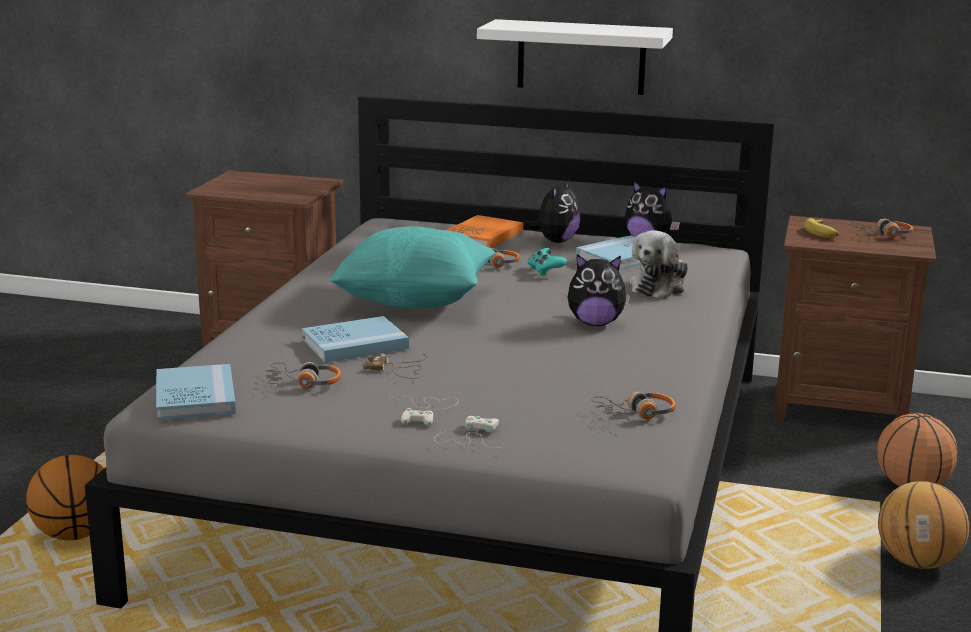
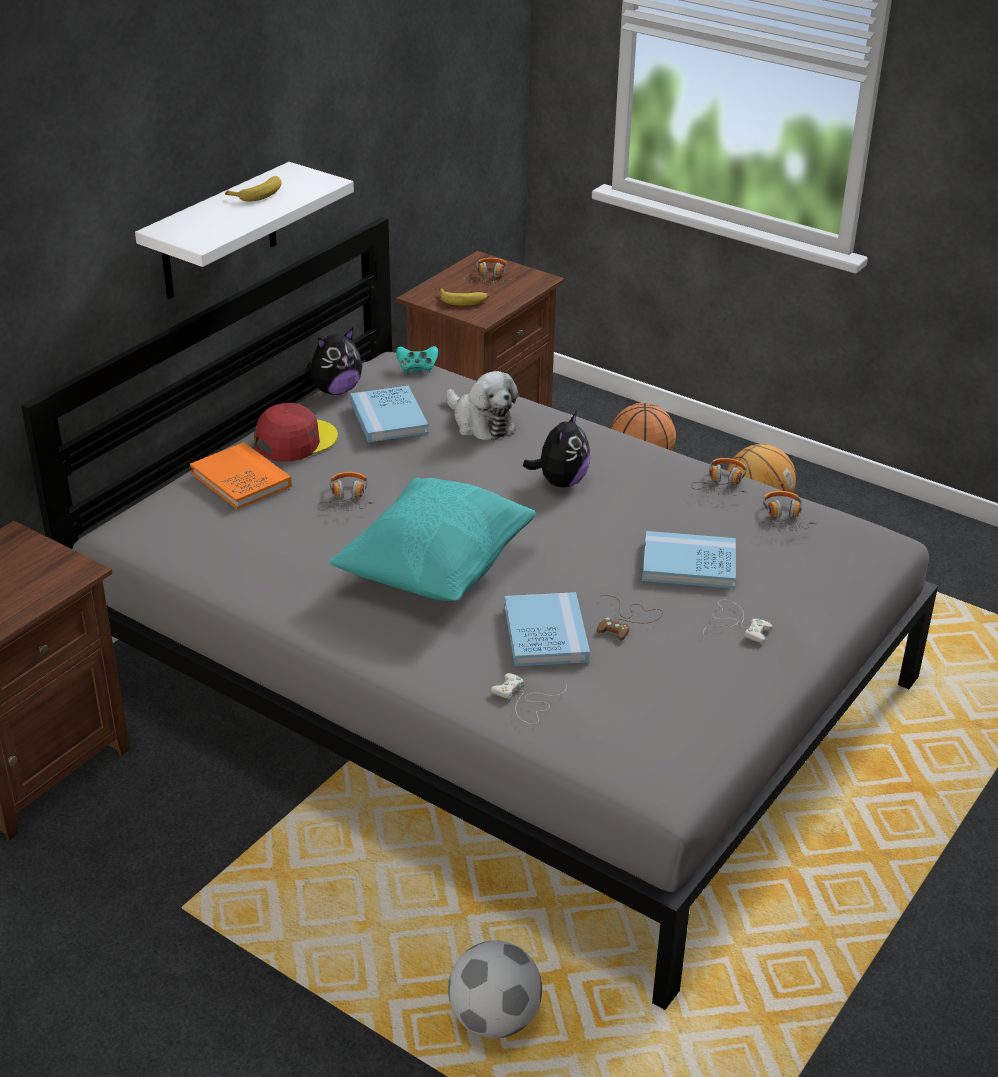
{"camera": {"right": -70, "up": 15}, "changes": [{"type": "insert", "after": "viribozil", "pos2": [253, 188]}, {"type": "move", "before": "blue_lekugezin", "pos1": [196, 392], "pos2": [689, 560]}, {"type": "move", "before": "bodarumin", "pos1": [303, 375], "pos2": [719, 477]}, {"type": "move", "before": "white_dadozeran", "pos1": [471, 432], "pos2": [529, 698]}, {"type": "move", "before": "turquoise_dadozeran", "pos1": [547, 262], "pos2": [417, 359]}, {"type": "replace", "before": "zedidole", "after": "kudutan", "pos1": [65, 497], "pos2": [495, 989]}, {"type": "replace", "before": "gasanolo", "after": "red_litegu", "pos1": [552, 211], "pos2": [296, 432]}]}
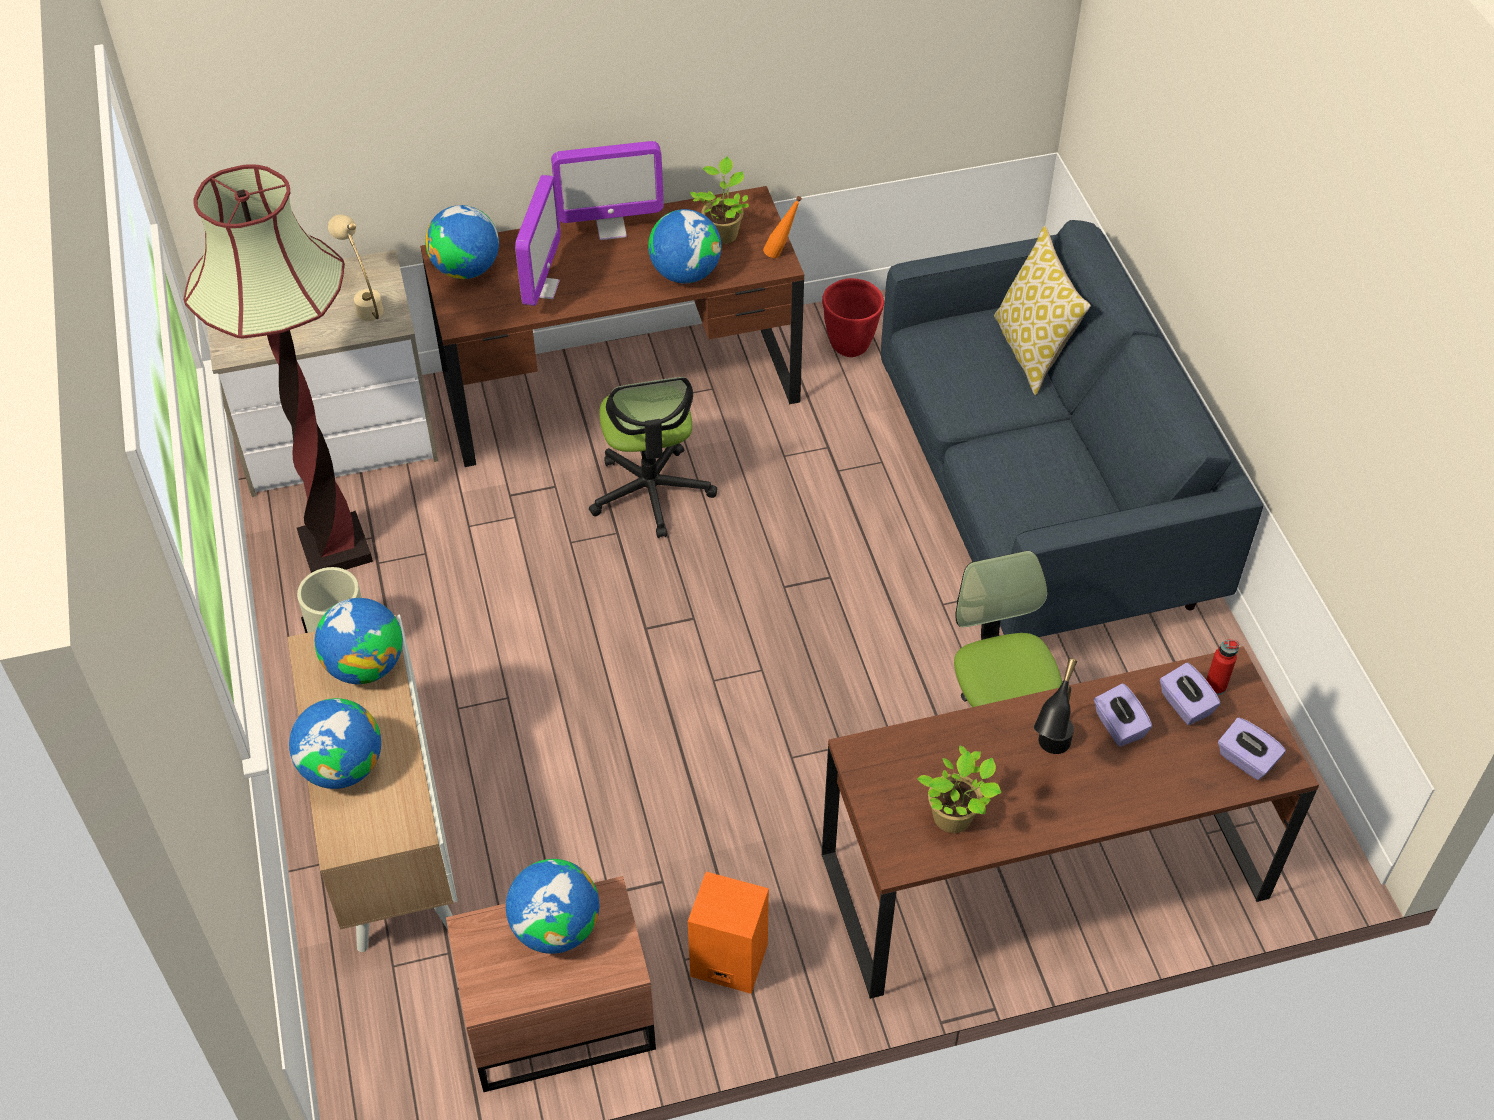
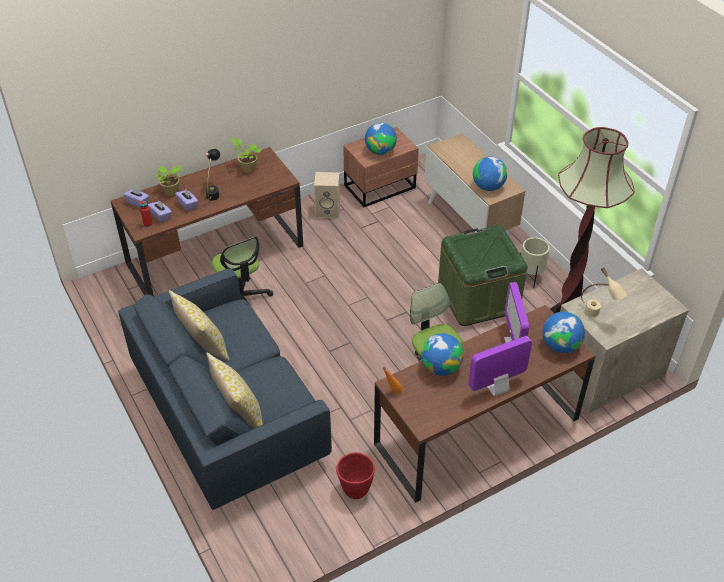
{"camera": {"right": 165, "up": -5}, "changes": [{"type": "delete", "before": "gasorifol", "pos1": [335, 743]}, {"type": "insert", "after": "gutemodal", "pos2": [199, 325]}, {"type": "insert", "after": "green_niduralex", "pos2": [483, 275]}, {"type": "move", "before": "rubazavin", "pos1": [719, 200], "pos2": [169, 180]}, {"type": "recolor", "before": "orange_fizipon", "after": "beige_fizipon", "pos1": [728, 933], "pos2": [327, 195]}]}
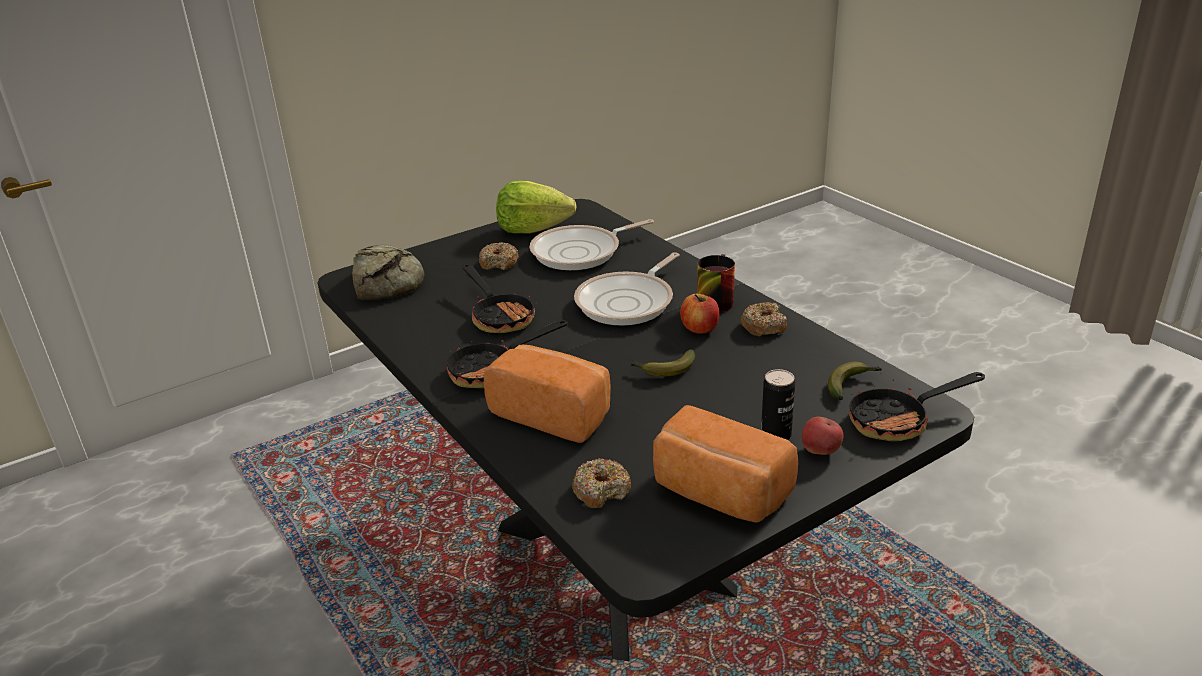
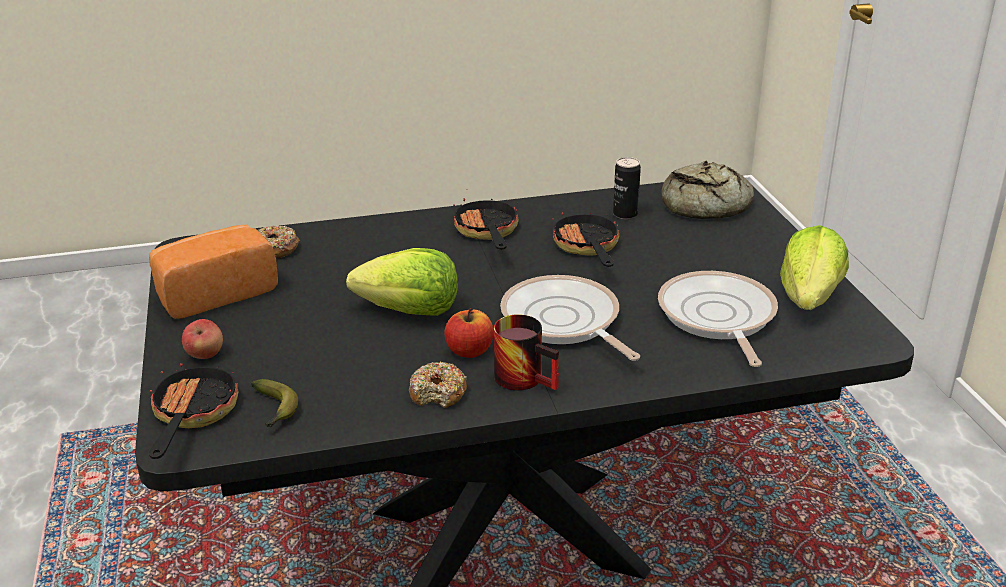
{"camera": {"right": 110, "up": 0}, "changes": [{"type": "delete", "before": "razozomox", "pos1": [498, 256]}, {"type": "delete", "before": "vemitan", "pos1": [547, 394]}, {"type": "move", "before": "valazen", "pos1": [778, 404], "pos2": [627, 188]}, {"type": "replace", "before": "viribozil", "after": "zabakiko", "pos1": [663, 362], "pos2": [402, 282]}, {"type": "rotate", "before": "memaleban", "pos1": [500, 298], "pos2": [585, 235], "turn": 90}]}
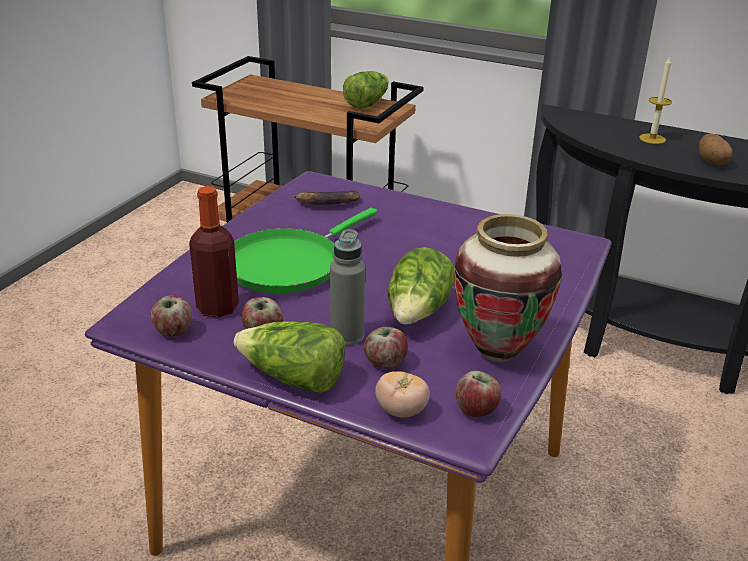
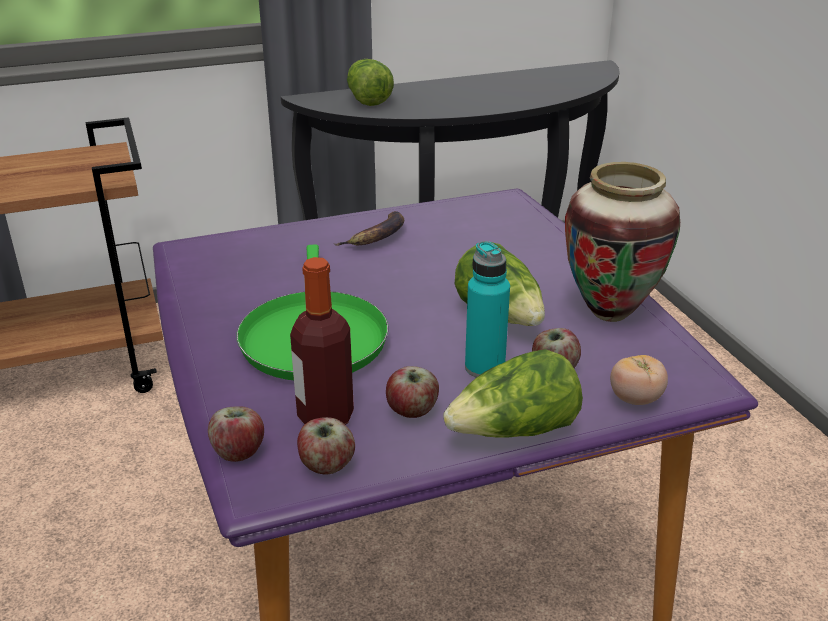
{"camera": {"right": -45, "up": 0}, "changes": [{"type": "delete", "before": "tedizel", "pos1": [655, 100]}, {"type": "delete", "before": "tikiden", "pos1": [716, 149]}, {"type": "move", "before": "viribozil", "pos1": [326, 197], "pos2": [369, 228]}, {"type": "move", "before": "zabakiko", "pos1": [366, 90], "pos2": [370, 82]}, {"type": "move", "before": "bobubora", "pos1": [478, 393], "pos2": [236, 434]}, {"type": "recolor", "before": "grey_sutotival", "after": "turquoise_sutotival", "pos1": [347, 287], "pos2": [487, 309]}]}
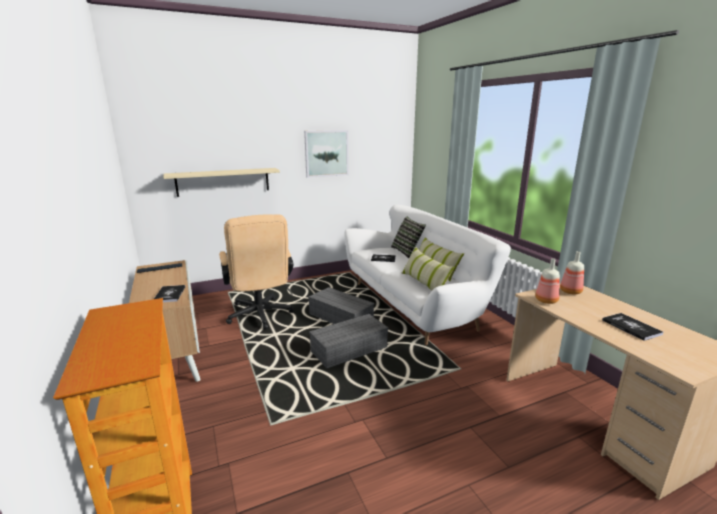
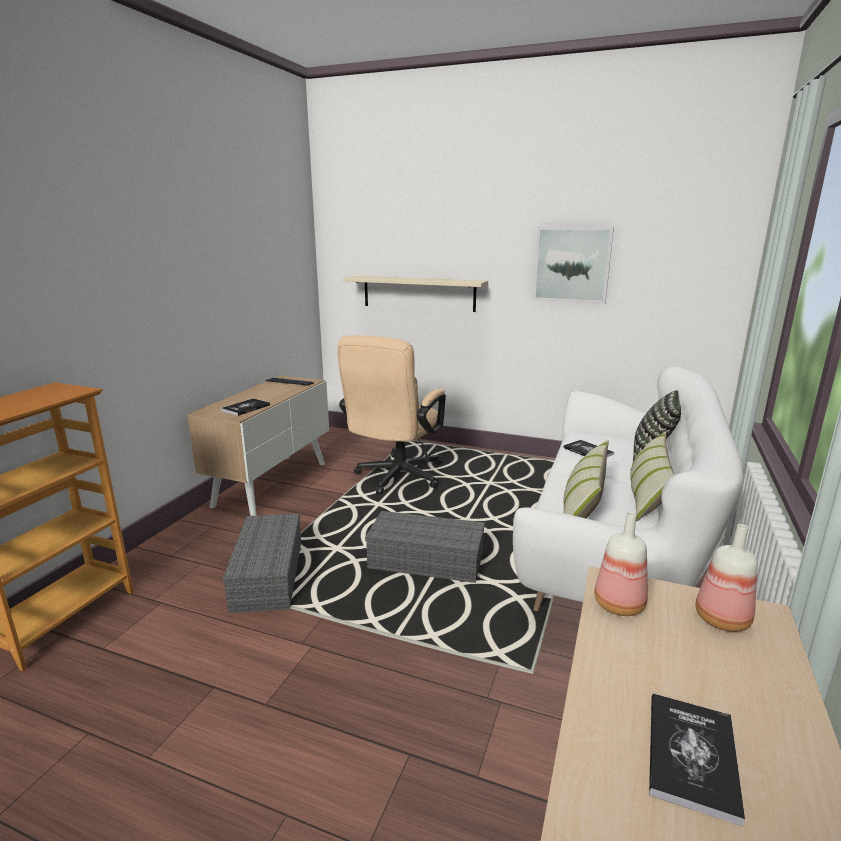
{"camera": {"right": 45, "up": 0}, "changes": [{"type": "move", "before": "grey_niduralex", "pos1": [341, 305], "pos2": [262, 563]}]}
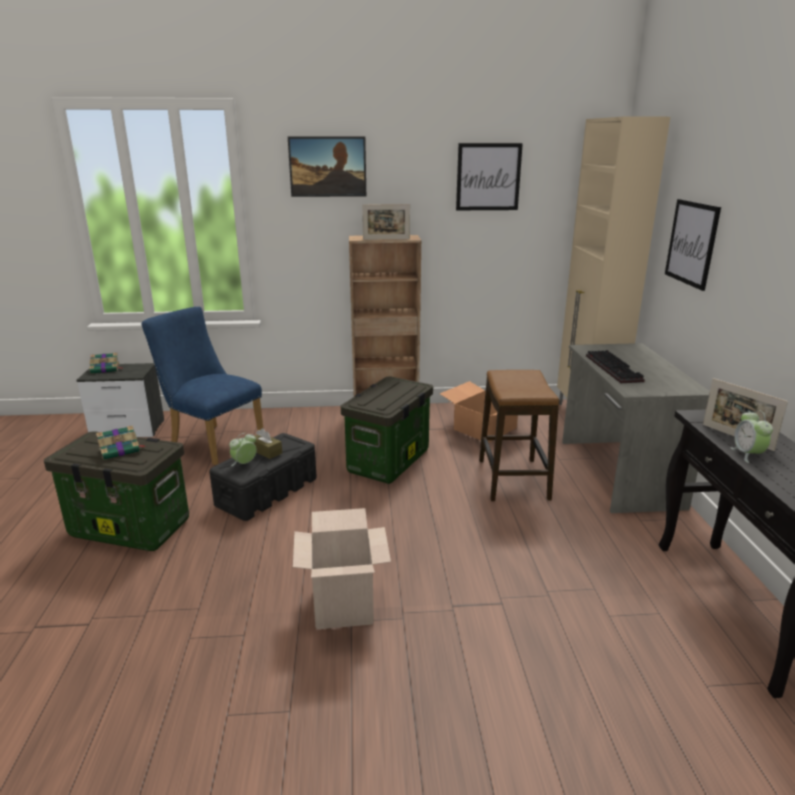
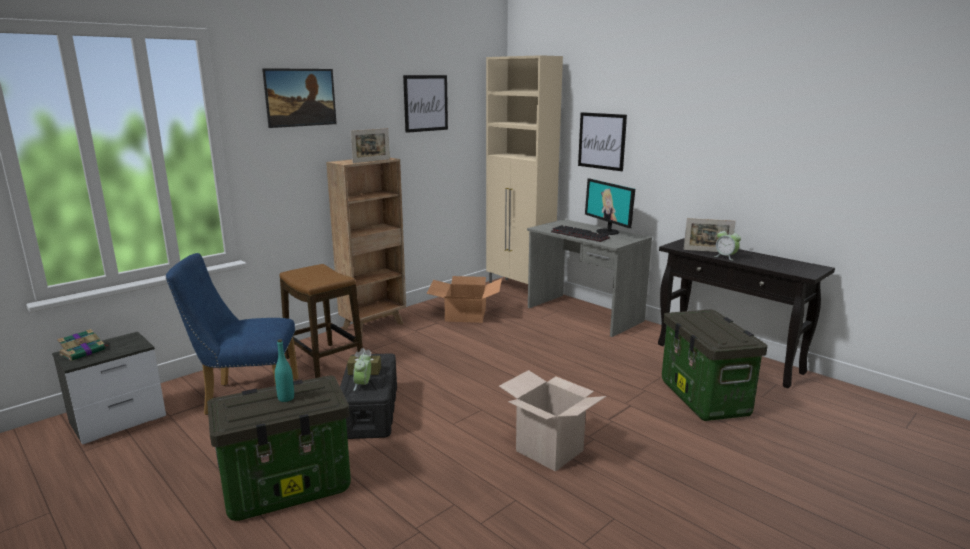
{"camera": {"right": -40, "up": -5}, "changes": [{"type": "insert", "after": "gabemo", "pos2": [610, 206]}, {"type": "move", "before": "niduralex", "pos1": [387, 430], "pos2": [715, 365]}, {"type": "move", "before": "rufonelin", "pos1": [519, 435], "pos2": [321, 321]}, {"type": "replace", "before": "lekugezin", "after": "turquoise_sutotival", "pos1": [121, 442], "pos2": [284, 370]}]}
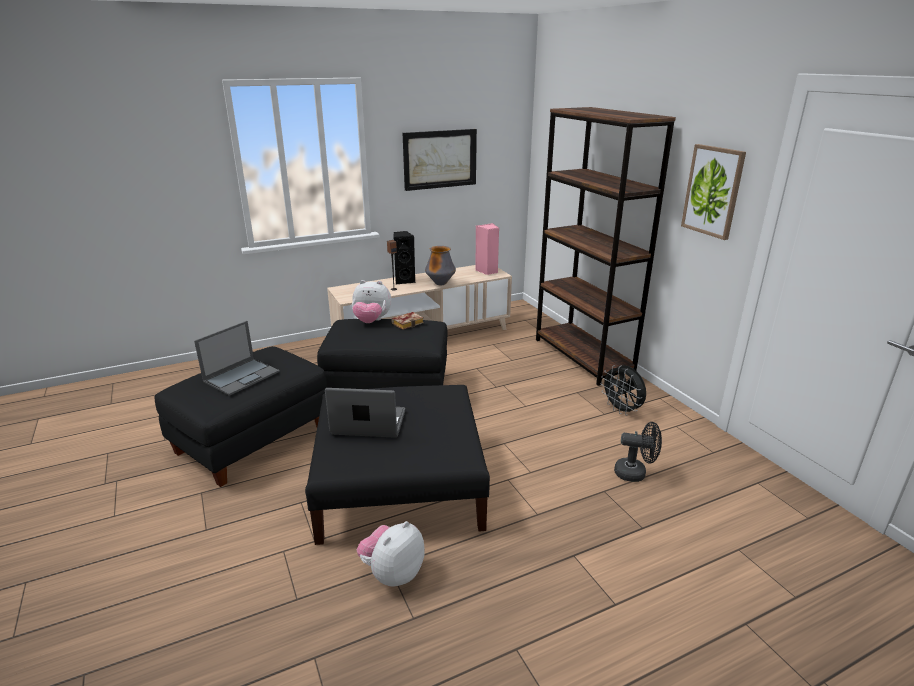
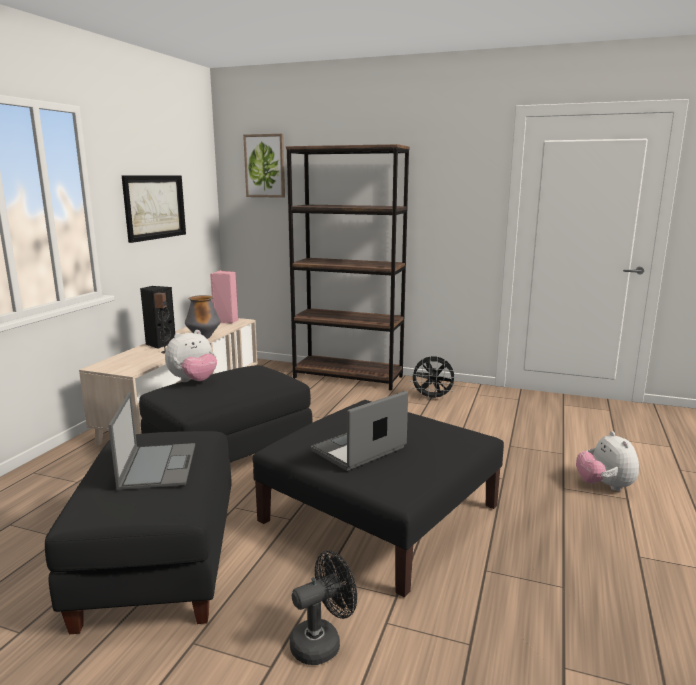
{"camera": {"right": -45, "up": -10}, "changes": [{"type": "delete", "before": "lekugezin", "pos1": [407, 321]}, {"type": "move", "before": "gasanolo", "pos1": [391, 554], "pos2": [607, 461]}, {"type": "move", "before": "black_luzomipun", "pos1": [638, 452], "pos2": [323, 607]}, {"type": "move", "before": "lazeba", "pos1": [713, 192], "pos2": [264, 166]}]}
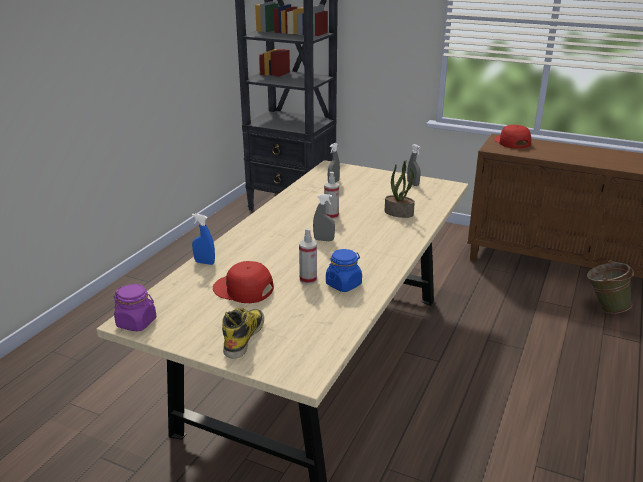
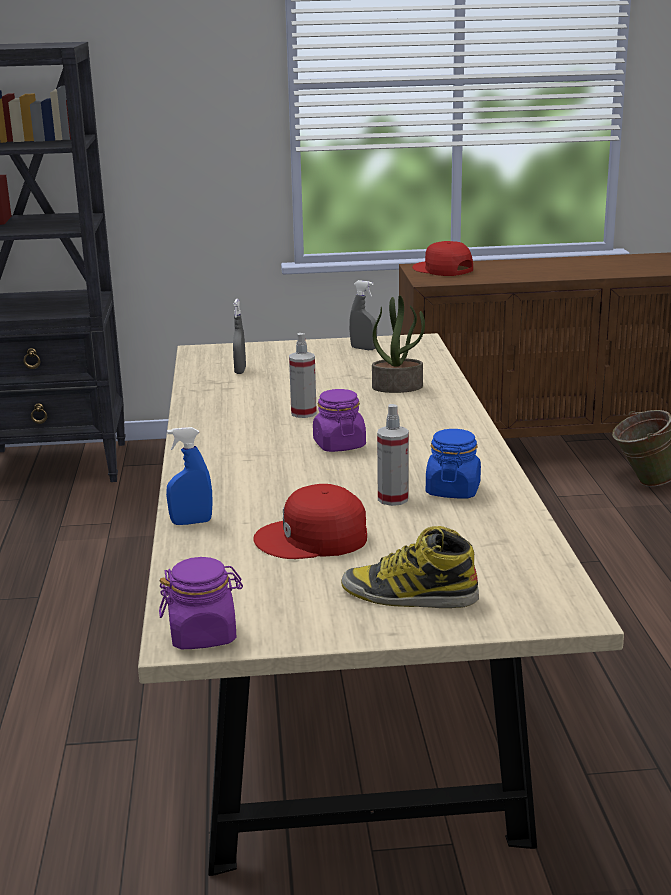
{"camera": {"right": -30, "up": -5}, "changes": [{"type": "replace", "before": "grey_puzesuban", "after": "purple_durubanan", "pos1": [324, 217], "pos2": [339, 420]}, {"type": "rotate", "before": "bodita", "pos1": [243, 333], "pos2": [410, 567], "turn": -60}]}
